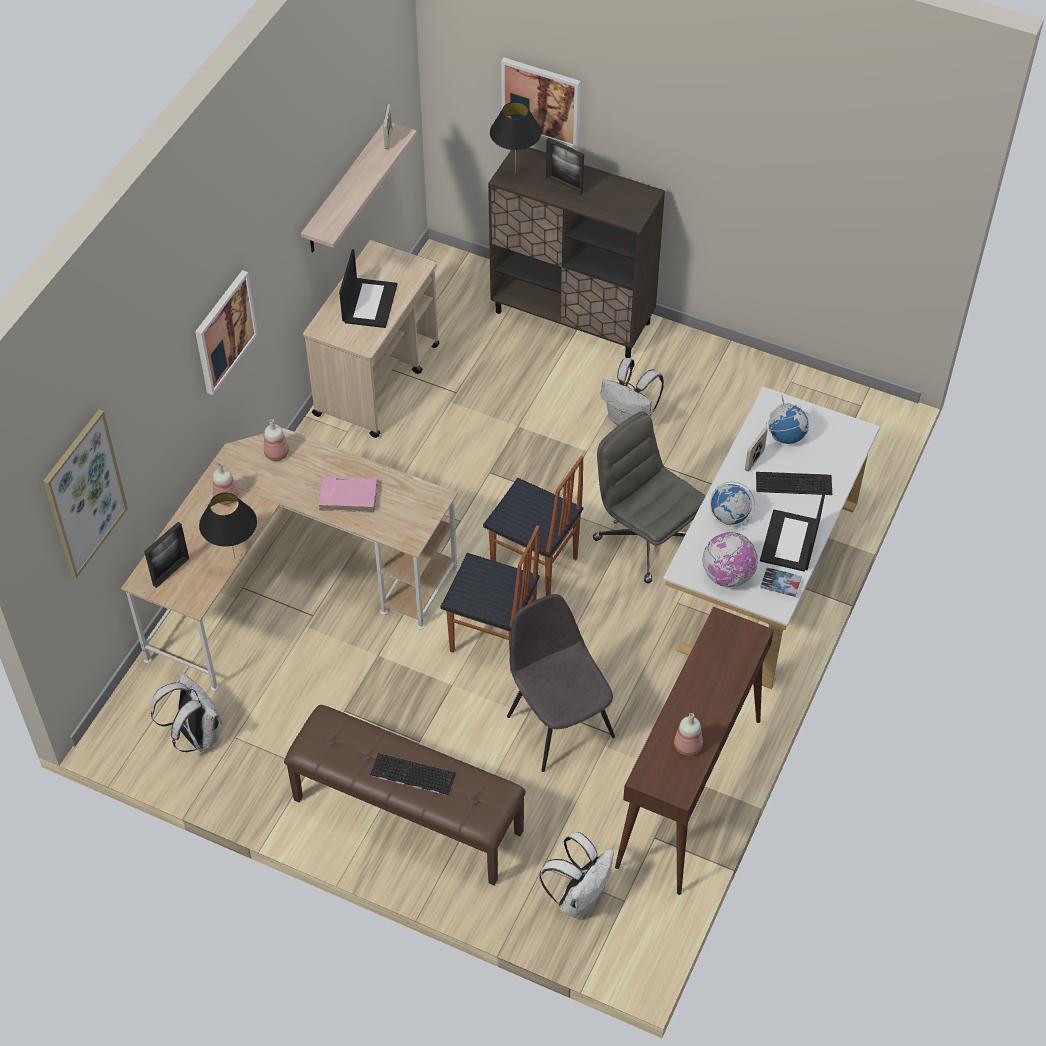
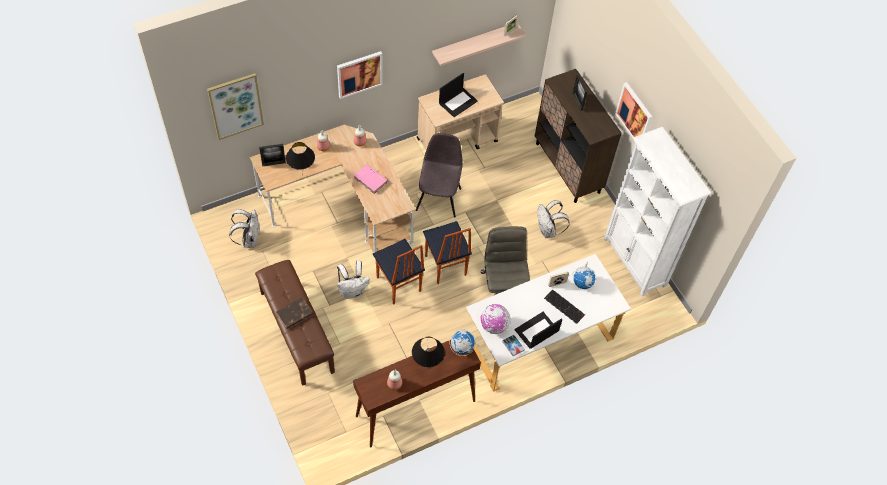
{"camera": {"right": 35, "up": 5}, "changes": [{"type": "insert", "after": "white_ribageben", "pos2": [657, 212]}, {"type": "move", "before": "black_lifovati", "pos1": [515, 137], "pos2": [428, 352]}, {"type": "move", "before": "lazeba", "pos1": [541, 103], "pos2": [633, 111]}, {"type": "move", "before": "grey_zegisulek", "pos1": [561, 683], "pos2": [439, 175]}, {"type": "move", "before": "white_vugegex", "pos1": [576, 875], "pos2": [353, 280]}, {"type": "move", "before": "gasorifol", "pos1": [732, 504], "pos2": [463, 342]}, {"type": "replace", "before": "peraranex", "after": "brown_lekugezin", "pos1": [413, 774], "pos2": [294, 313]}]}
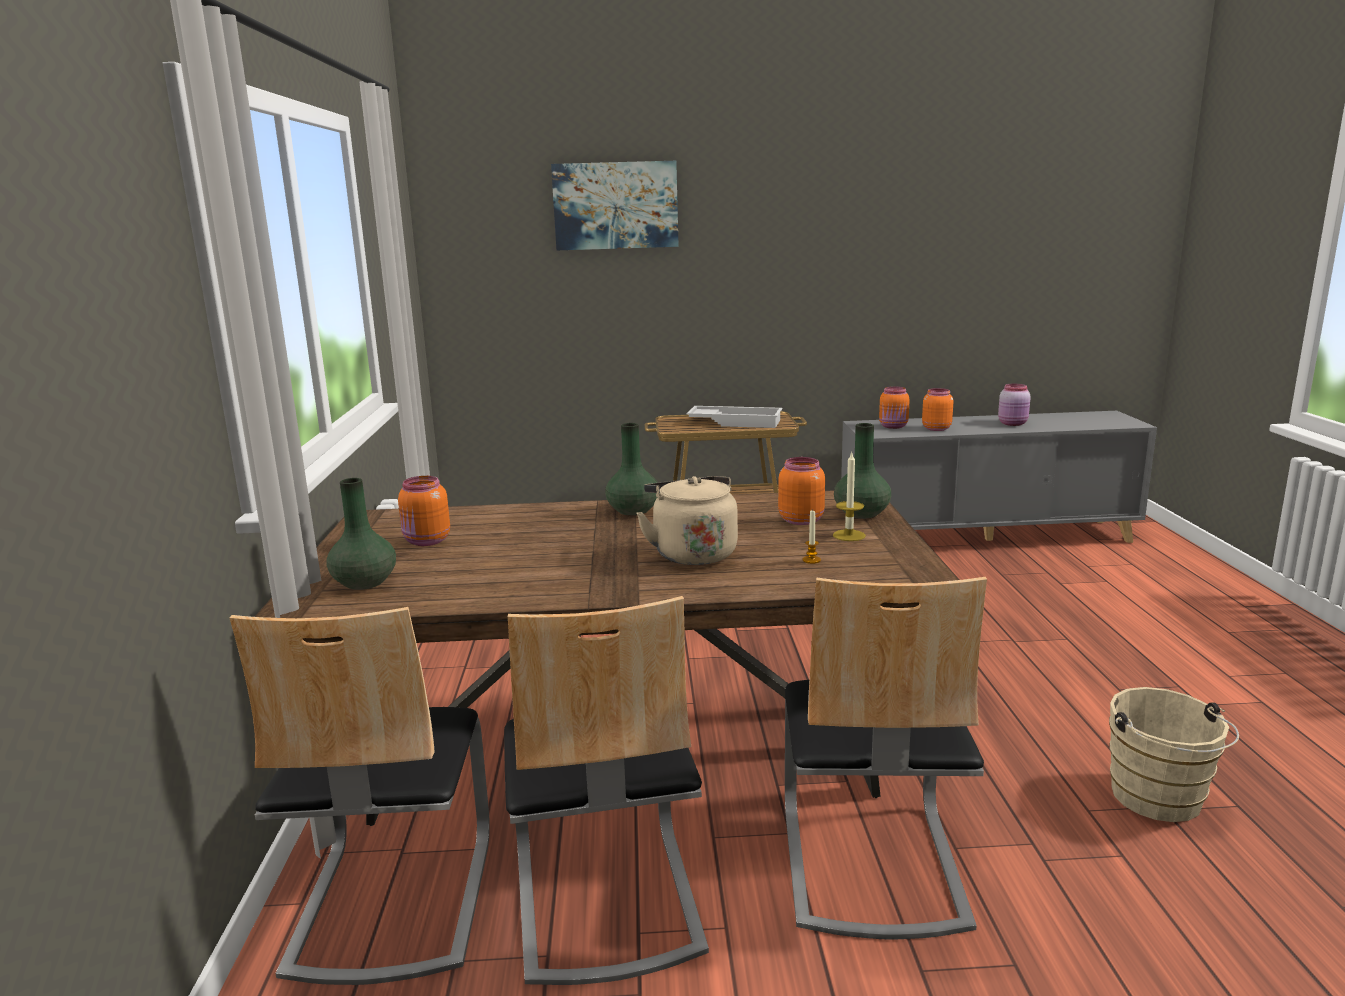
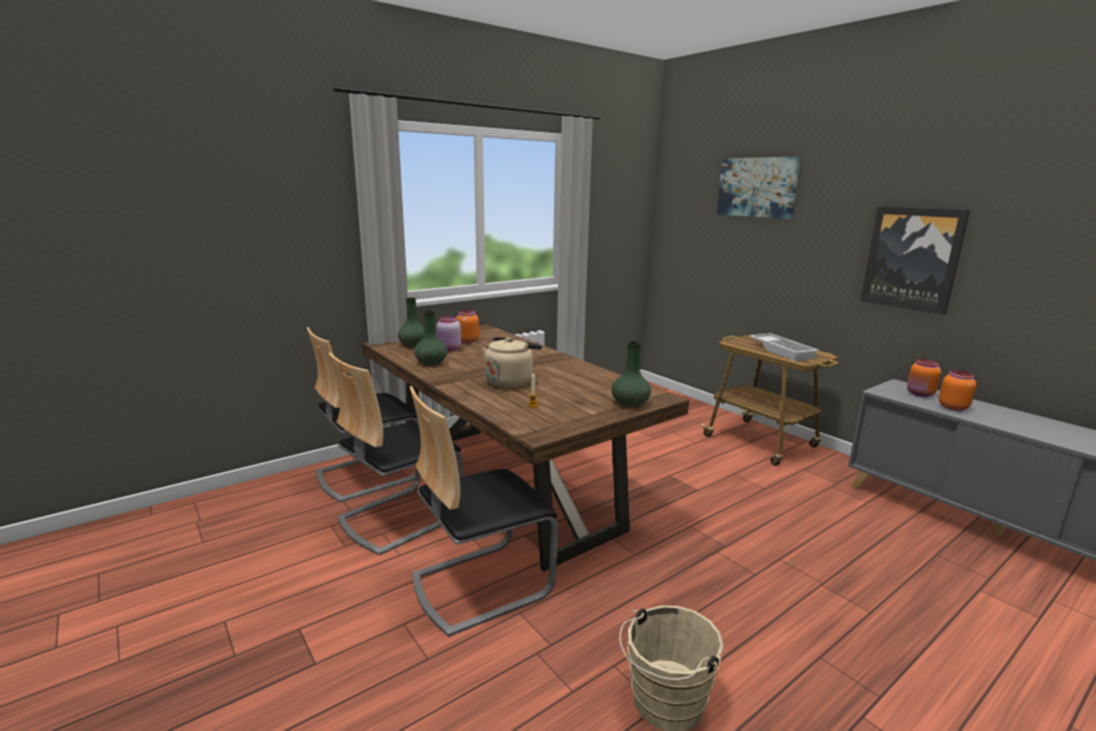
{"camera": {"right": 55, "up": 0}, "changes": [{"type": "delete", "before": "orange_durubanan", "pos1": [801, 491]}, {"type": "delete", "before": "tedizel", "pos1": [849, 496]}, {"type": "insert", "after": "lazeba", "pos2": [915, 260]}, {"type": "move", "before": "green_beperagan", "pos1": [631, 469], "pos2": [431, 338]}, {"type": "move", "before": "pink_durubanan", "pos1": [1014, 405], "pos2": [448, 333]}]}
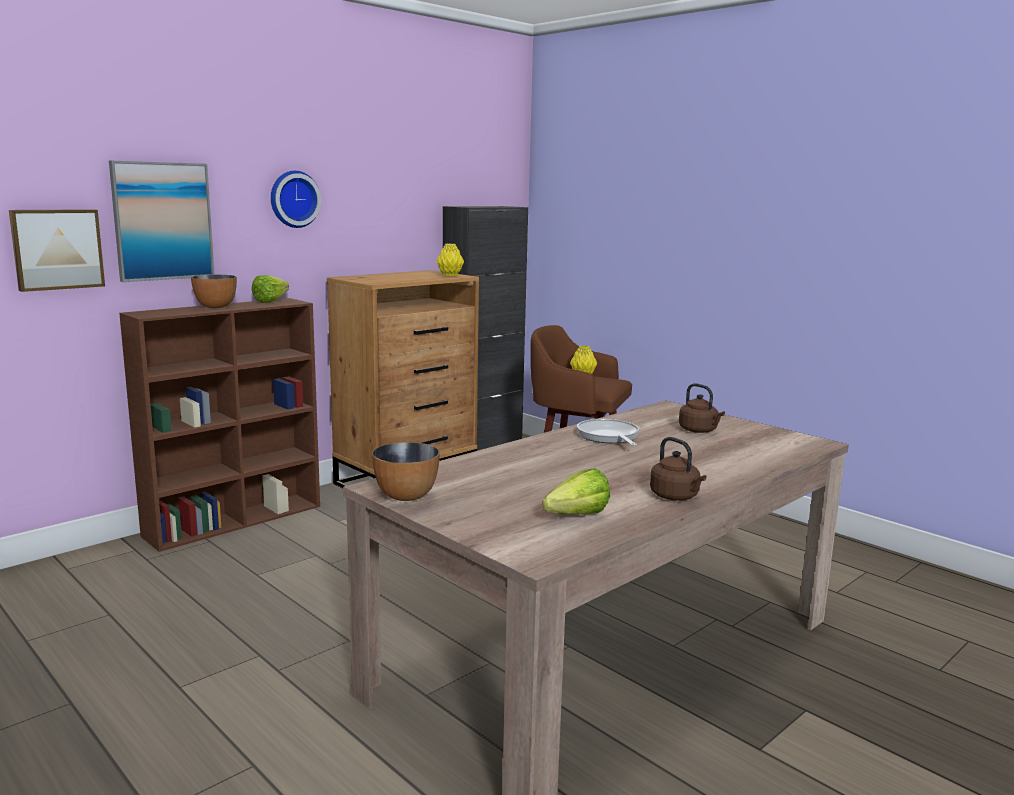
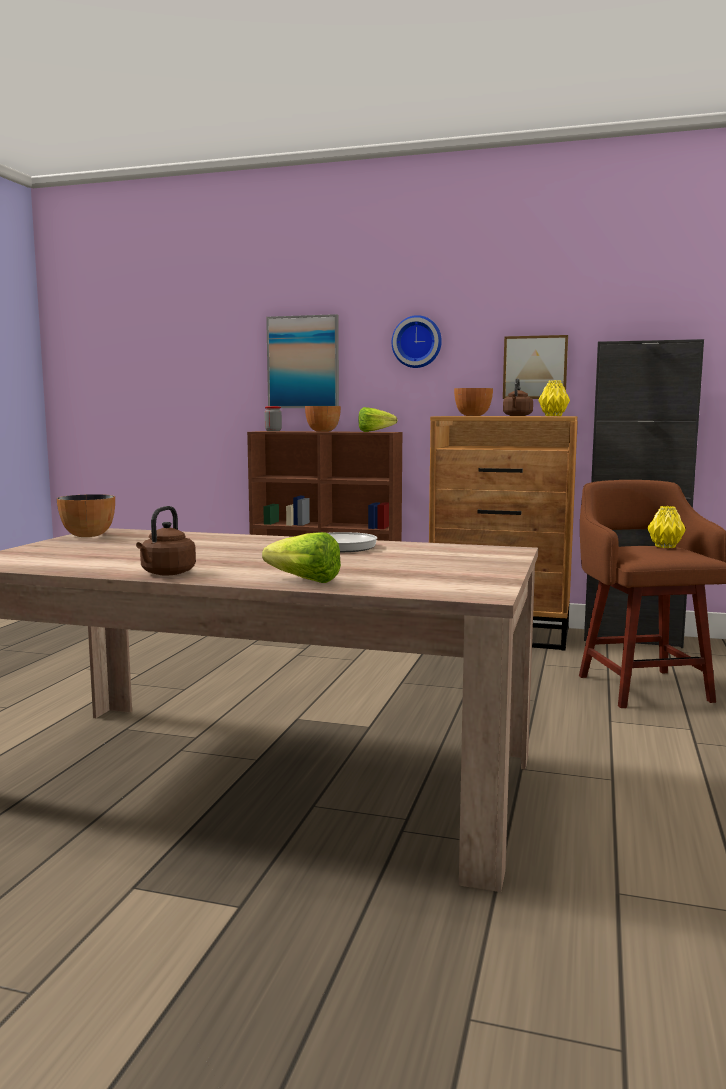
{"camera": {"right": 60, "up": -5}, "changes": [{"type": "insert", "after": "durubanan", "pos2": [273, 418]}, {"type": "insert", "after": "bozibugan", "pos2": [473, 402]}, {"type": "move", "before": "lazeba", "pos1": [57, 250], "pos2": [535, 367]}, {"type": "move", "before": "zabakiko", "pos1": [576, 491], "pos2": [301, 557]}, {"type": "move", "before": "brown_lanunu", "pos1": [702, 408], "pos2": [518, 397]}]}
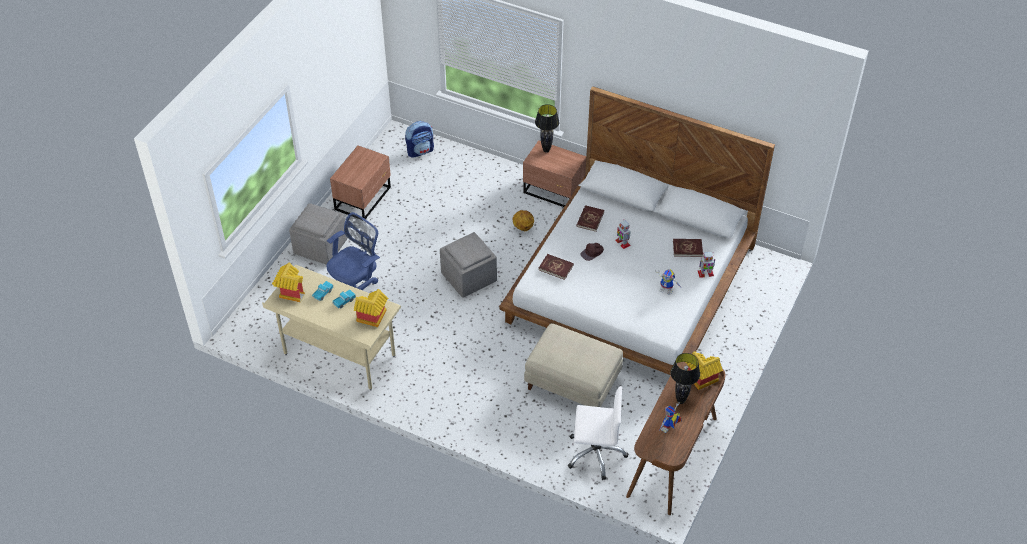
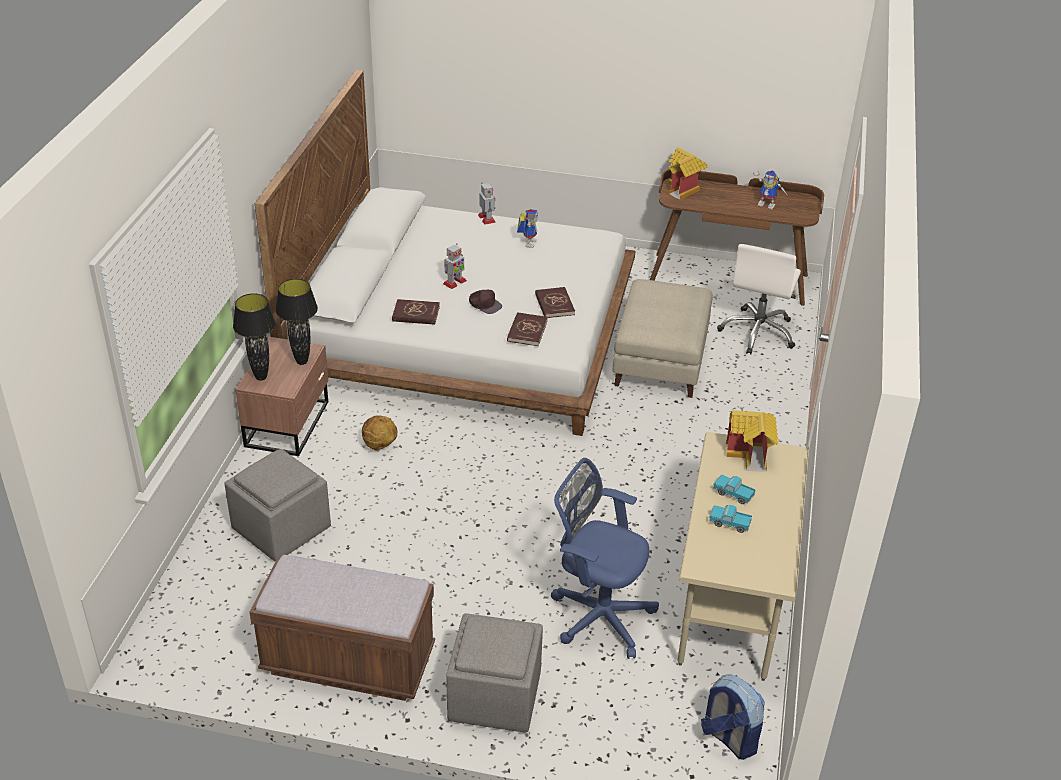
{"camera": {"right": -105, "up": -10}, "changes": [{"type": "delete", "before": "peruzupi", "pos1": [288, 282]}, {"type": "move", "before": "vugegex", "pos1": [419, 139], "pos2": [733, 717]}, {"type": "move", "before": "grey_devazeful", "pos1": [468, 265], "pos2": [278, 505]}, {"type": "move", "before": "black_lifovati", "pos1": [685, 378], "pos2": [297, 322]}, {"type": "move", "before": "red_lekugezin", "pos1": [688, 248], "pos2": [555, 302]}, {"type": "replace", "before": "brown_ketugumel", "after": "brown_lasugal", "pos1": [360, 182], "pos2": [342, 628]}, {"type": "rotate", "before": "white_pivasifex", "pos1": [598, 433], "pos2": [759, 299], "turn": -150}]}
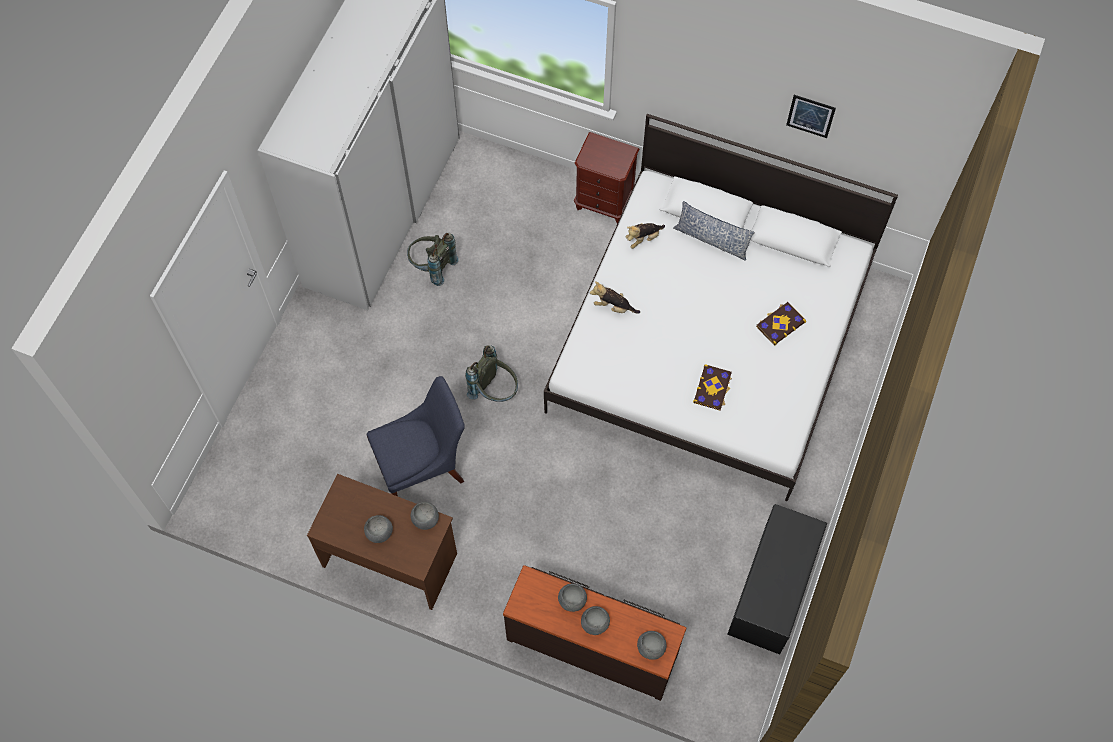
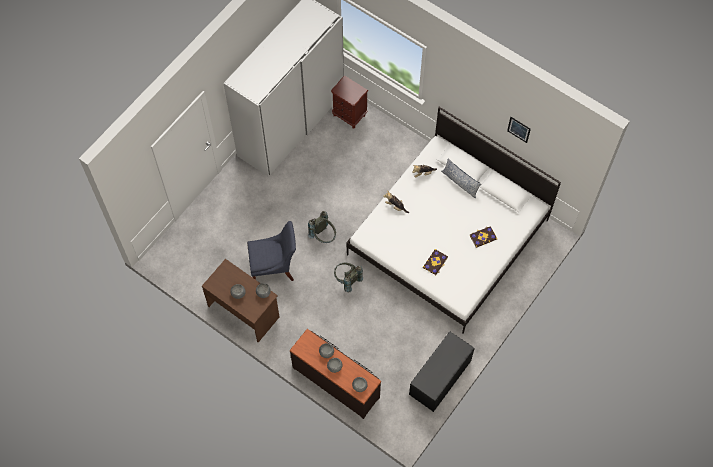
{"camera": {"right": 15, "up": 0}, "changes": [{"type": "move", "before": "grey_vugegex", "pos1": [432, 259], "pos2": [348, 278]}, {"type": "move", "before": "brown_ketugumel", "pos1": [606, 178], "pos2": [349, 102]}]}
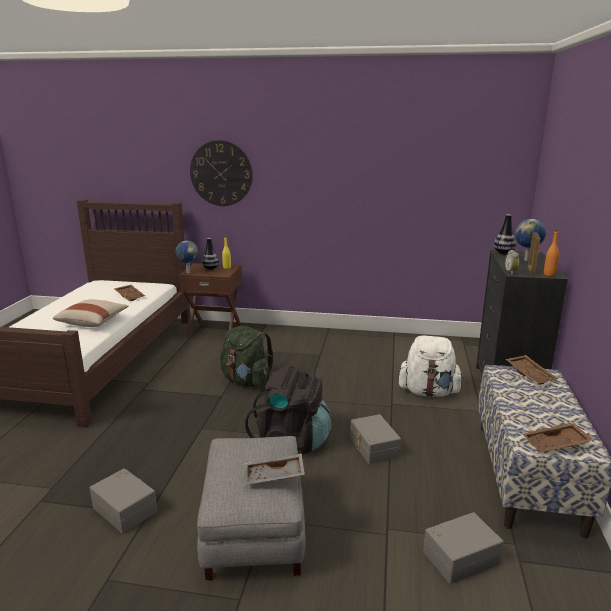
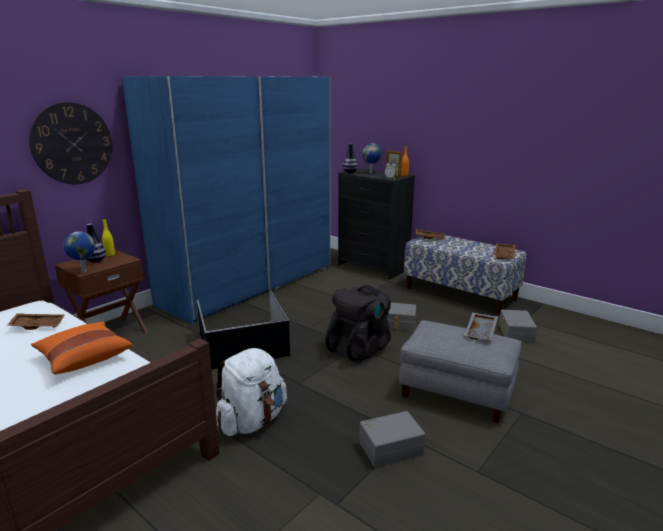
{"camera": {"right": -60, "up": 0}, "changes": [{"type": "insert", "after": "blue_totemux", "pos2": [226, 200]}, {"type": "move", "before": "white_vugegex", "pos1": [431, 366], "pos2": [251, 392]}, {"type": "replace", "before": "green_vugegex", "after": "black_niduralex", "pos1": [247, 356], "pos2": [243, 330]}, {"type": "recolor", "before": "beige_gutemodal", "after": "orange_gutemodal", "pos1": [90, 313], "pos2": [82, 347]}]}
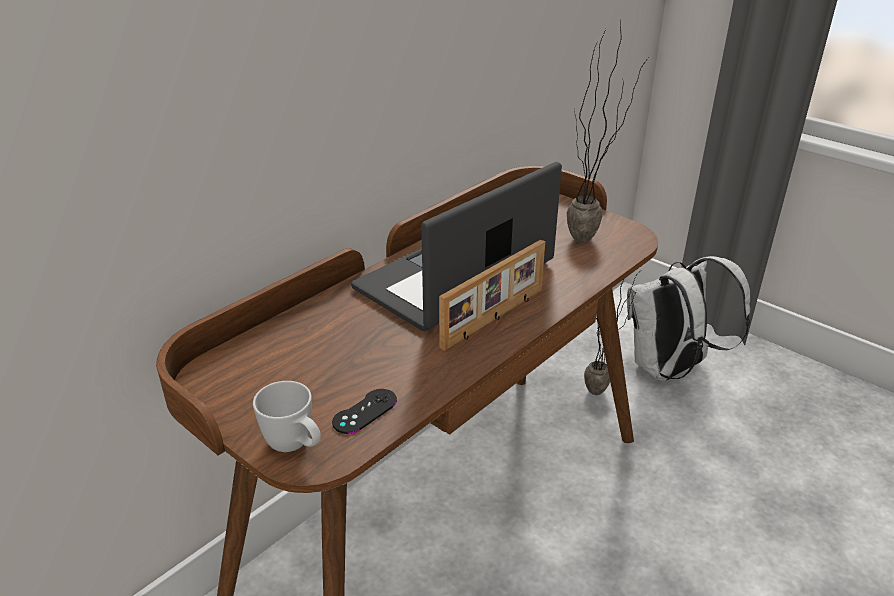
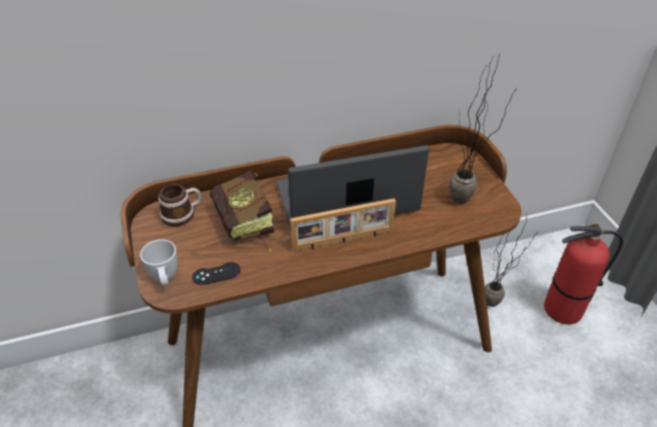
{"camera": {"right": 30, "up": 10}, "changes": [{"type": "insert", "after": "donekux", "pos2": [179, 205]}, {"type": "insert", "after": "lekugezin", "pos2": [242, 211]}, {"type": "replace", "before": "white_vugegex", "after": "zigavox", "pos1": [688, 318], "pos2": [584, 273]}]}
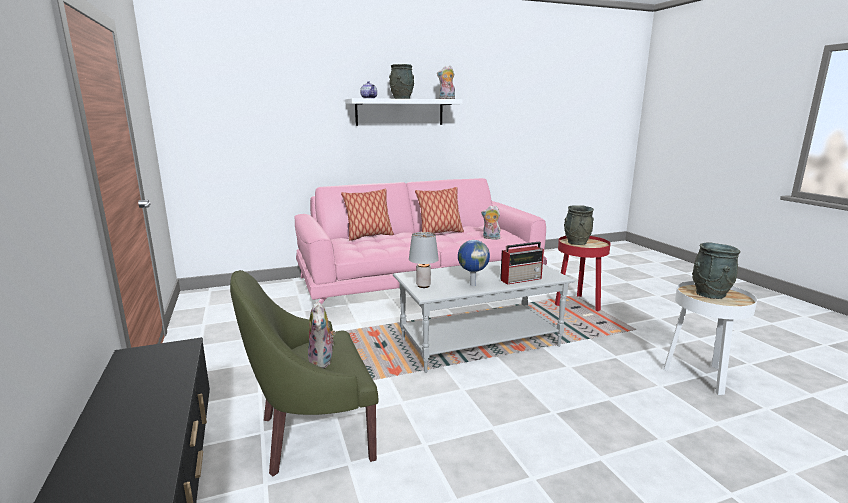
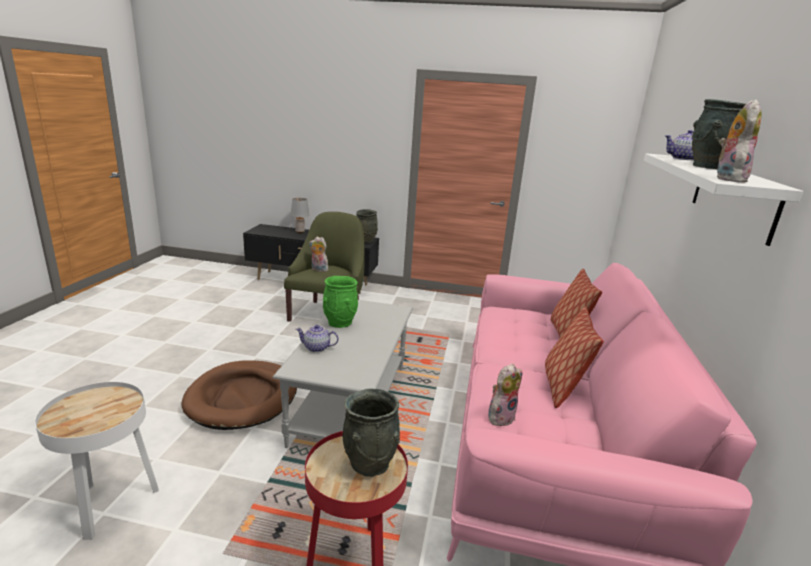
{"camera": {"right": 120, "up": 5}, "changes": [{"type": "insert", "after": "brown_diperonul", "pos2": [239, 395]}, {"type": "move", "before": "grey_lifovati", "pos1": [424, 260], "pos2": [300, 215]}, {"type": "move", "before": "grey_beperagan", "pos1": [716, 270], "pos2": [367, 226]}, {"type": "replace", "before": "gasorifol", "after": "green_beperagan", "pos1": [474, 263], "pos2": [340, 302]}, {"type": "replace", "before": "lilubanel", "after": "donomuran", "pos1": [522, 263], "pos2": [317, 338]}]}
